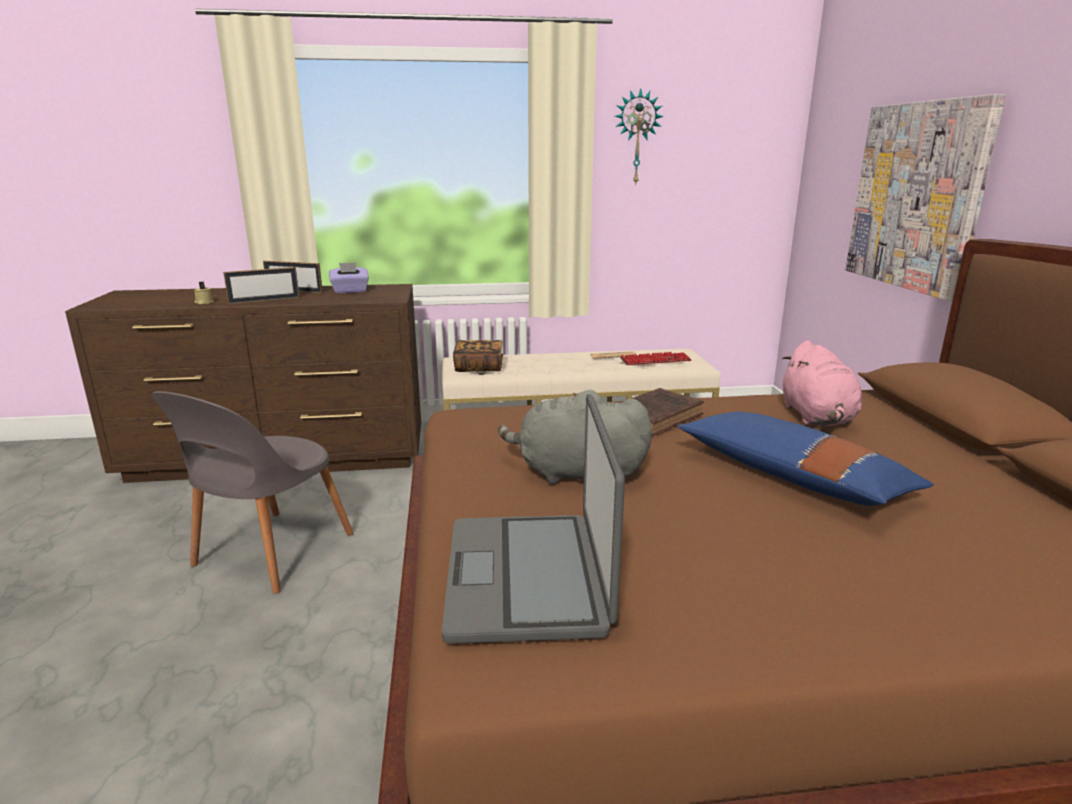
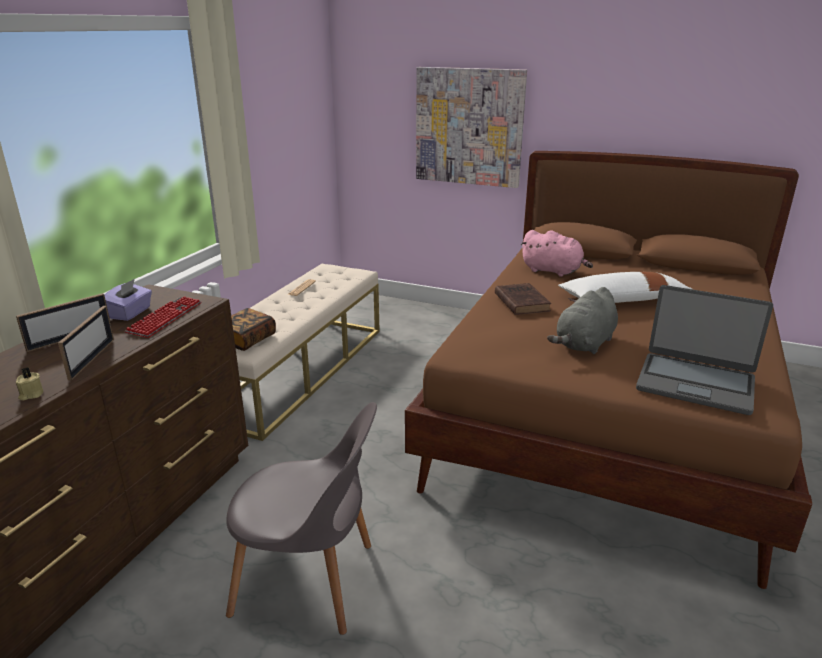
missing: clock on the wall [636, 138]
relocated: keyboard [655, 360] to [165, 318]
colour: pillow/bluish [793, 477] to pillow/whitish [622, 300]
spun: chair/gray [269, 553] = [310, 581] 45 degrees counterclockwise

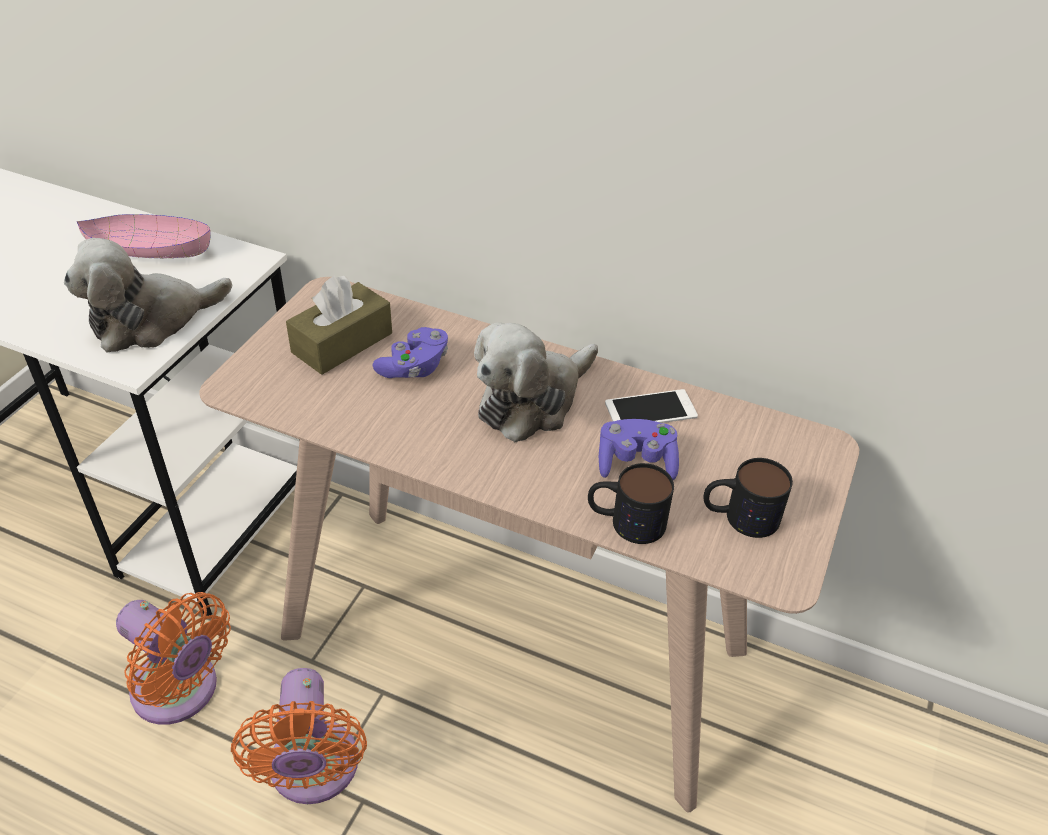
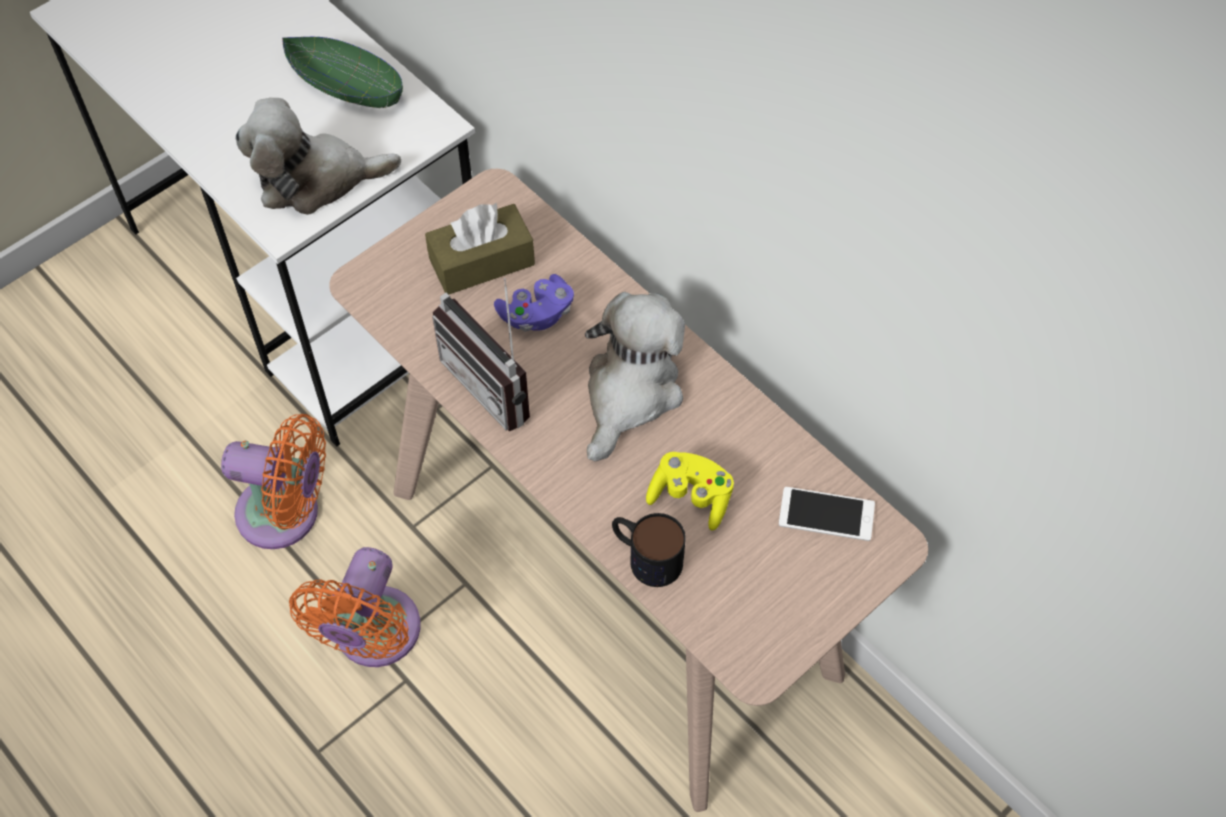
missing: mug [739, 516]
appeared: radio set [497, 383]
relocated: telephone [650, 410] to [826, 514]
colour: deep dish/pinkish [149, 250] to deep dish/green-coloured [345, 84]; game controller/purple-coloured [636, 462] to game controller/yellow-coloured [691, 497]
spun: plush toy [532, 401] = [630, 392] 135 degrees clockwise; cooling fan/orange-coloured [181, 692] = [286, 514] 45 degrees counterclockwise

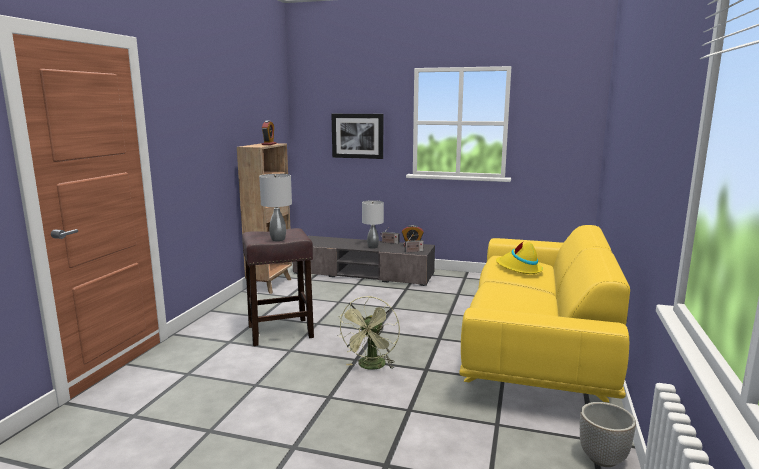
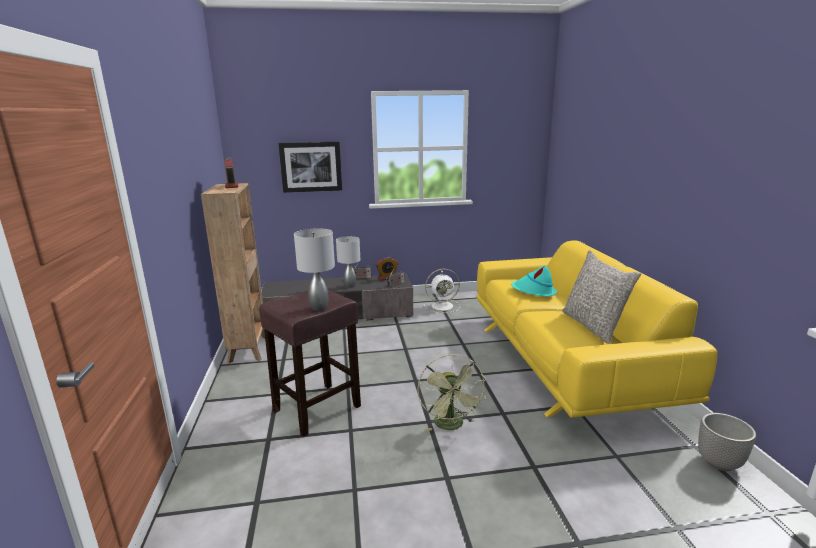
appeared: pillow/gray [593, 326]; cooling fan/whitish [443, 306]
colour: hat/yellow-coloured [518, 269] to hat/turquoise [533, 291]

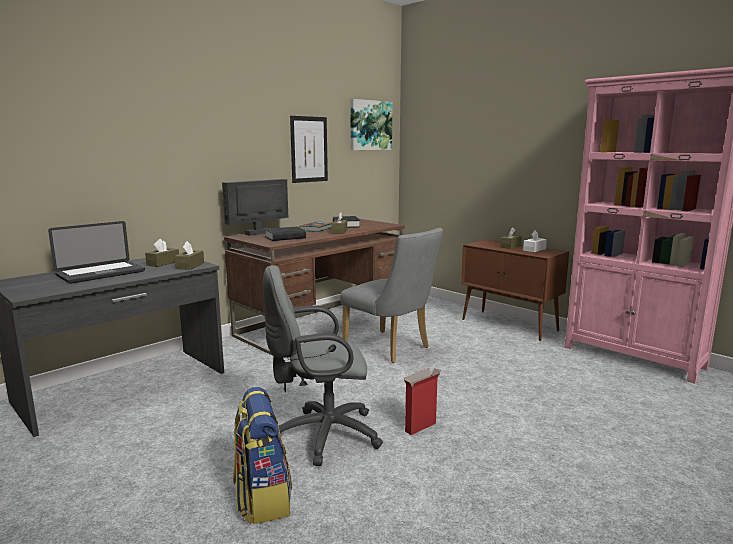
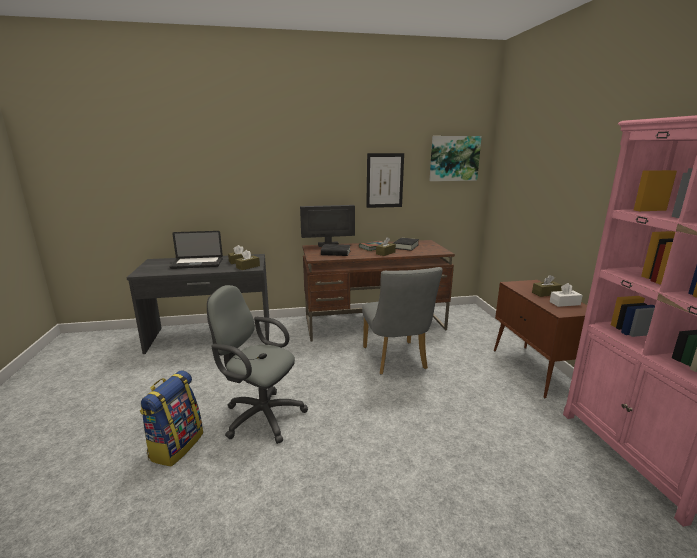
missing: packing box [421, 427]

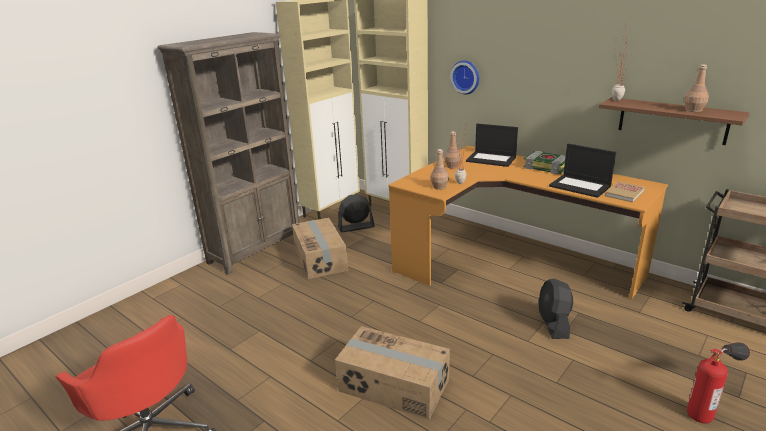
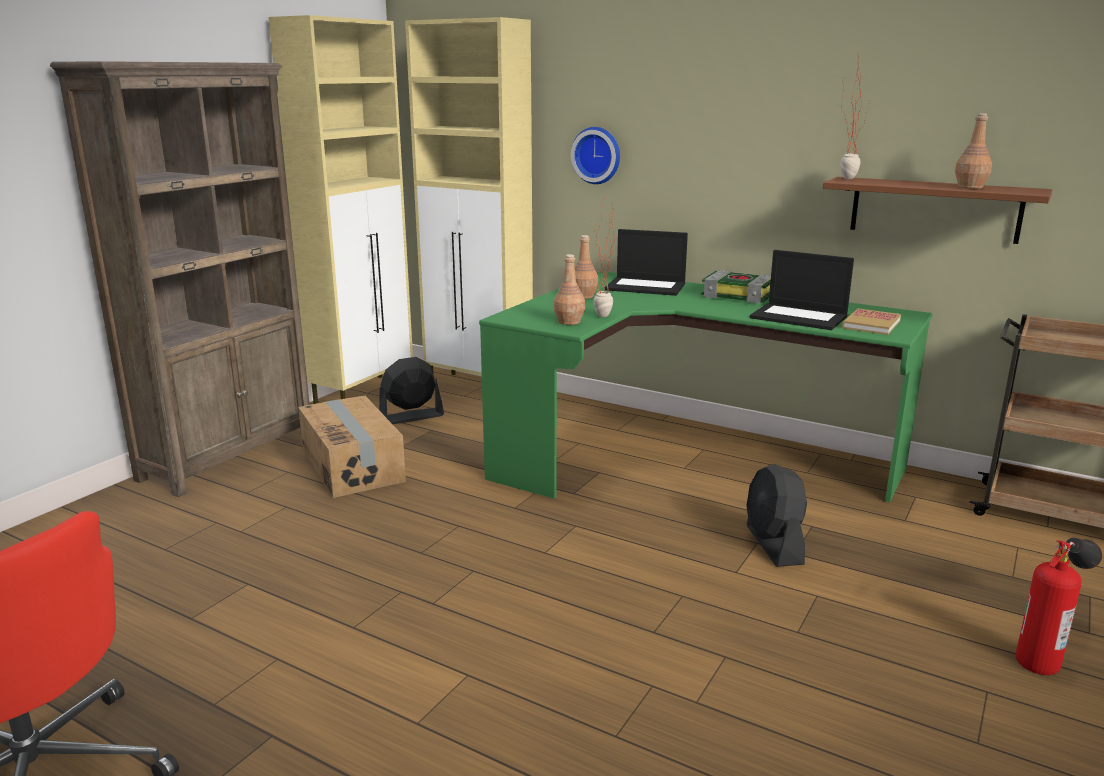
missing: packing box [393, 386]
colour: desk unit/orange-coloured [510, 260] to desk unit/green-coloured [684, 456]

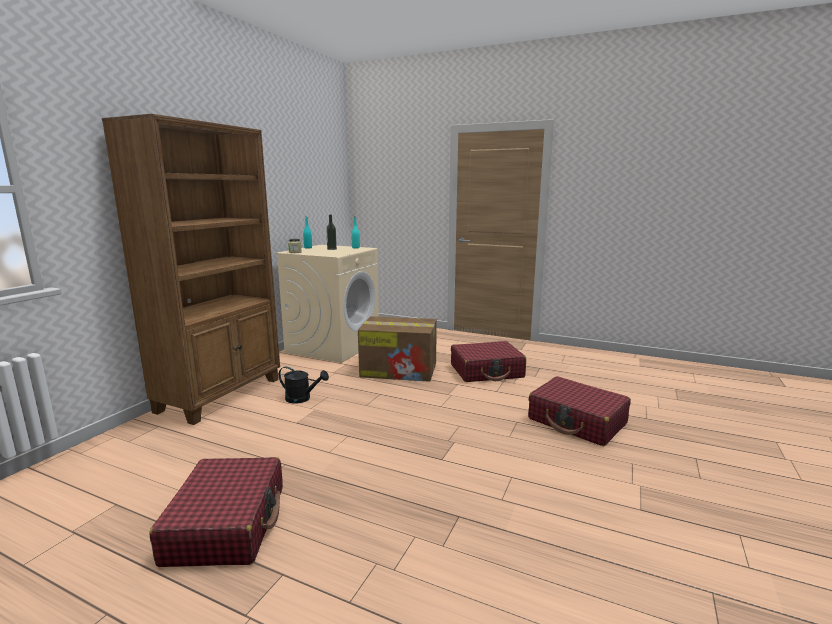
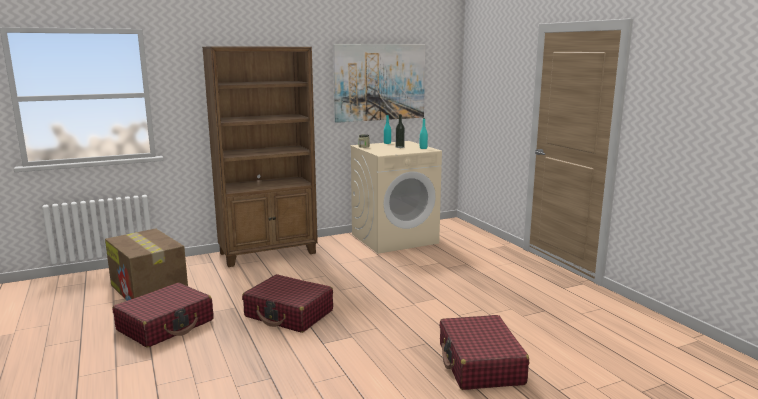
missing: sprinkling can/black [302, 399]
appeared: picture [380, 82]
relocated: packing box [400, 370] to [149, 290]; suitcase/red-coloured [487, 371] to [289, 314]

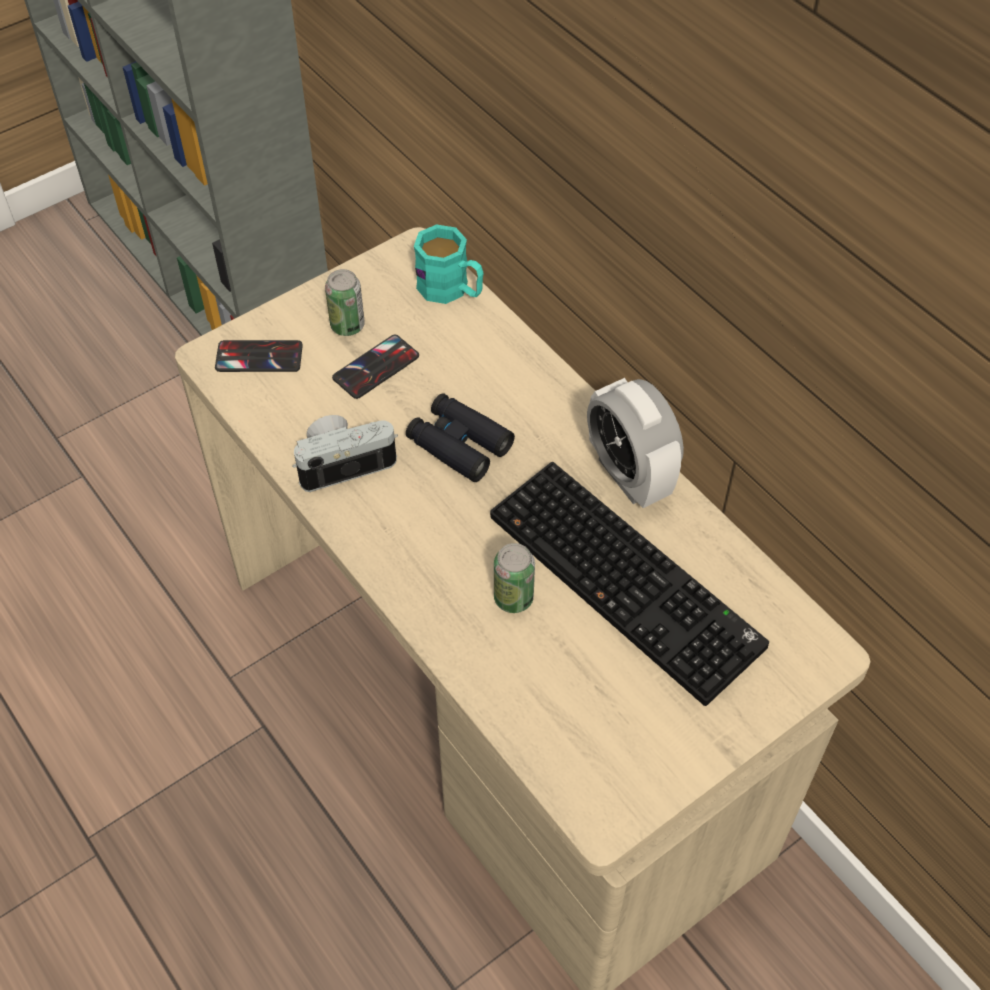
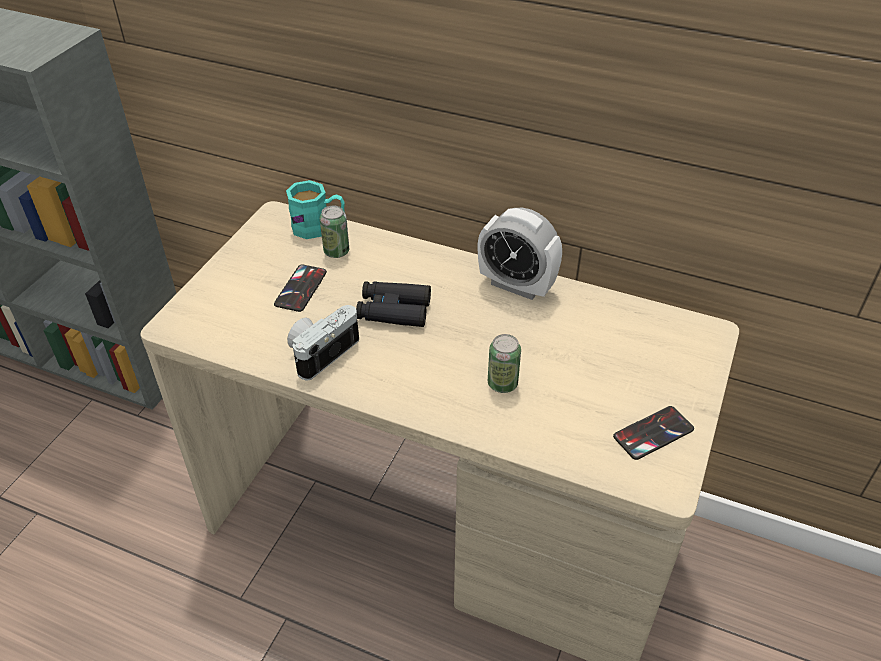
missing: keyboard [630, 580]
relocated: sealed can [347, 326] to [336, 251]; telephone [259, 357] to [653, 433]

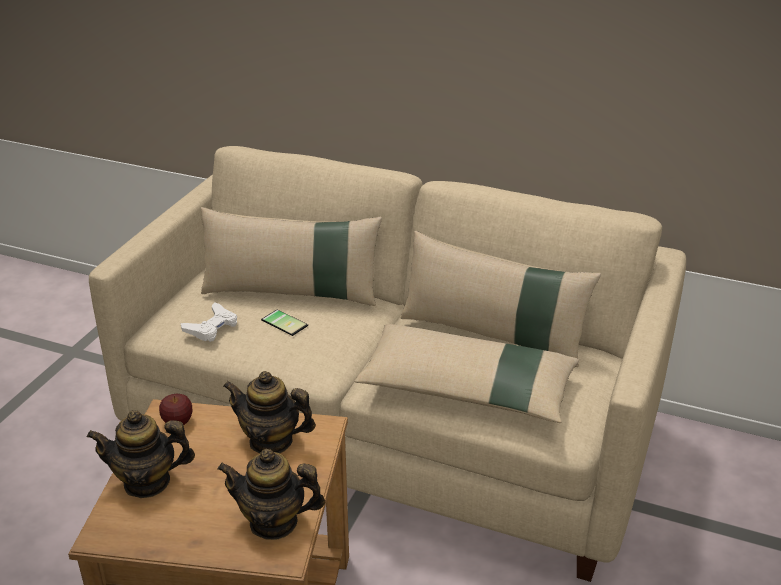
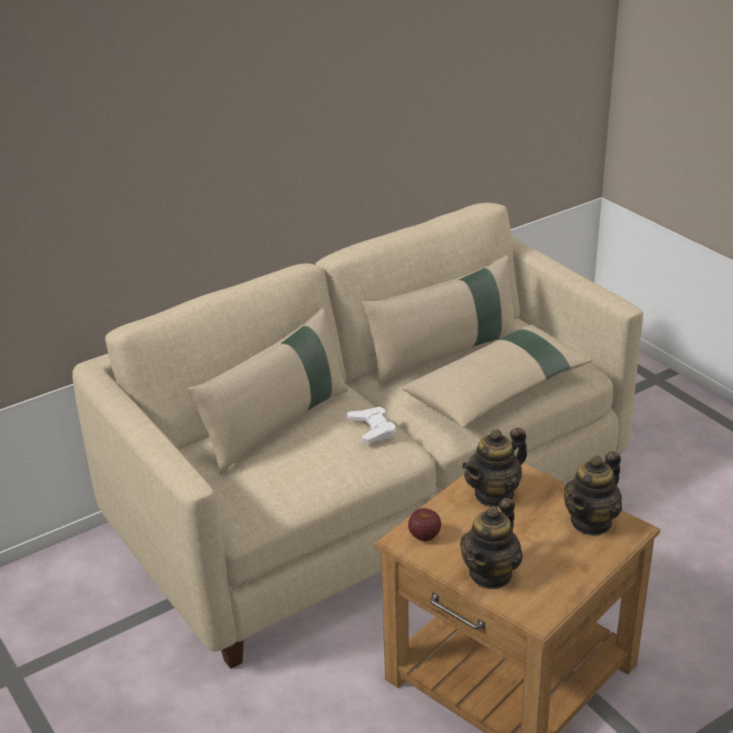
missing: telephone [286, 321]
relocated: game controller/whitish [212, 327] to [372, 429]

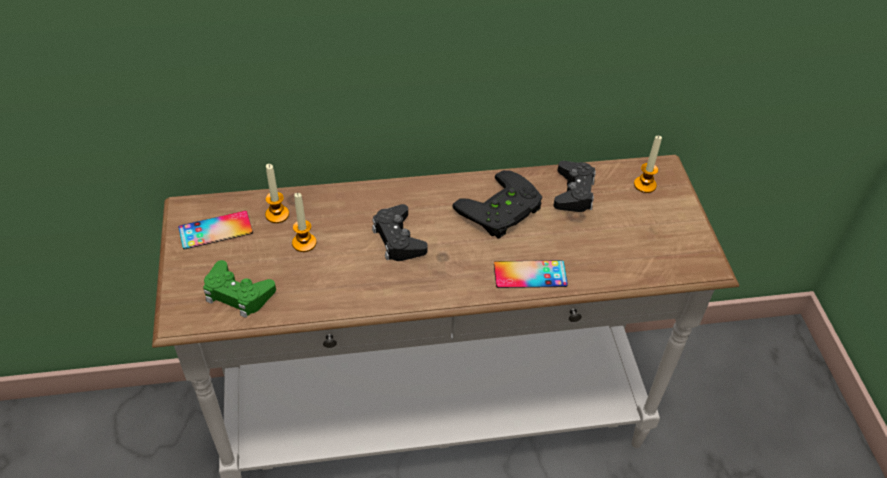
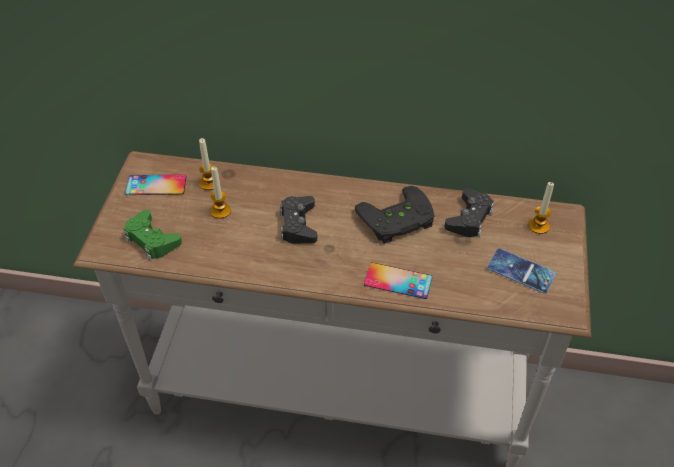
appeared: telephone [521, 271]

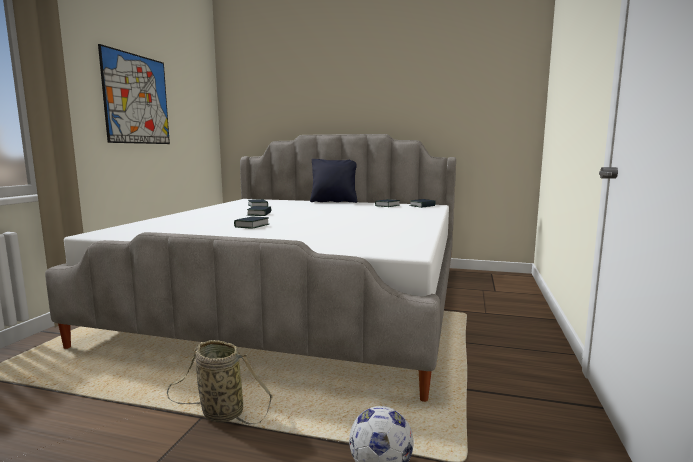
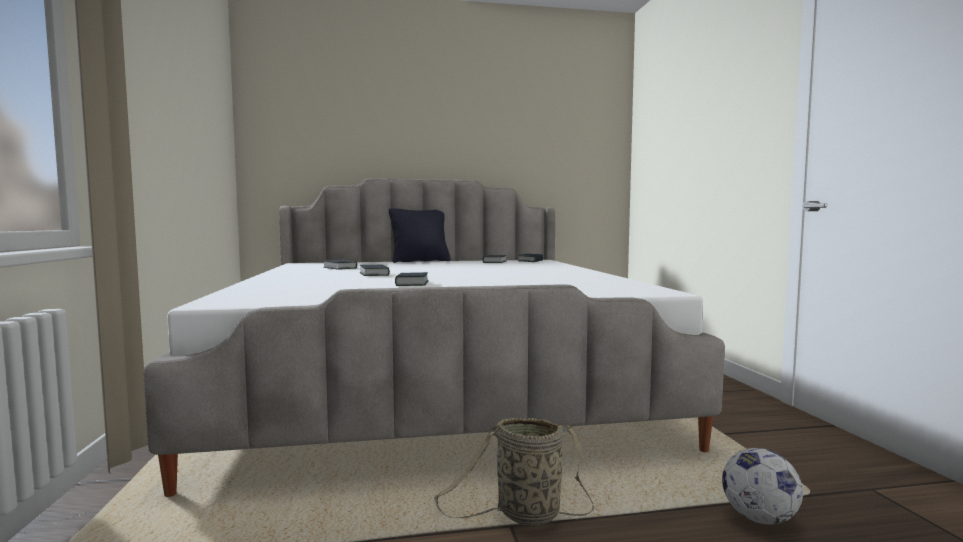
missing: picture [137, 99]

